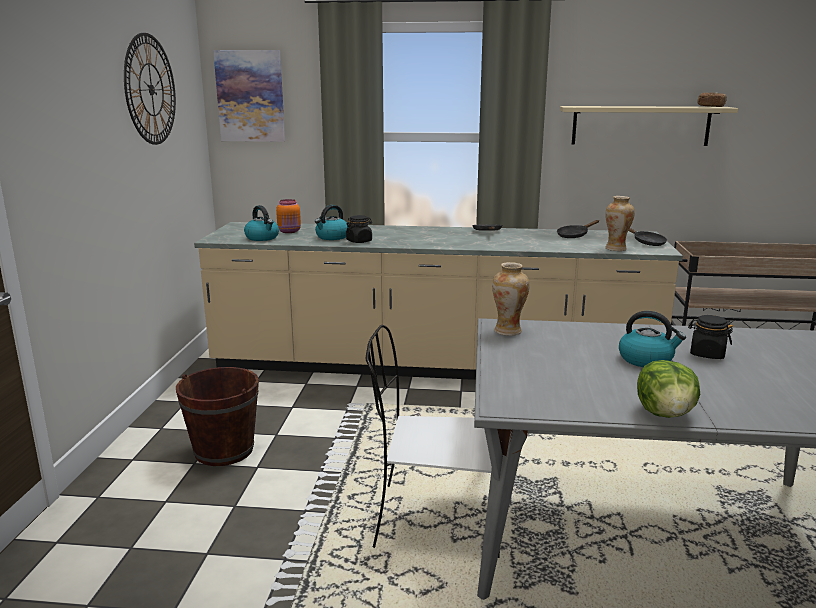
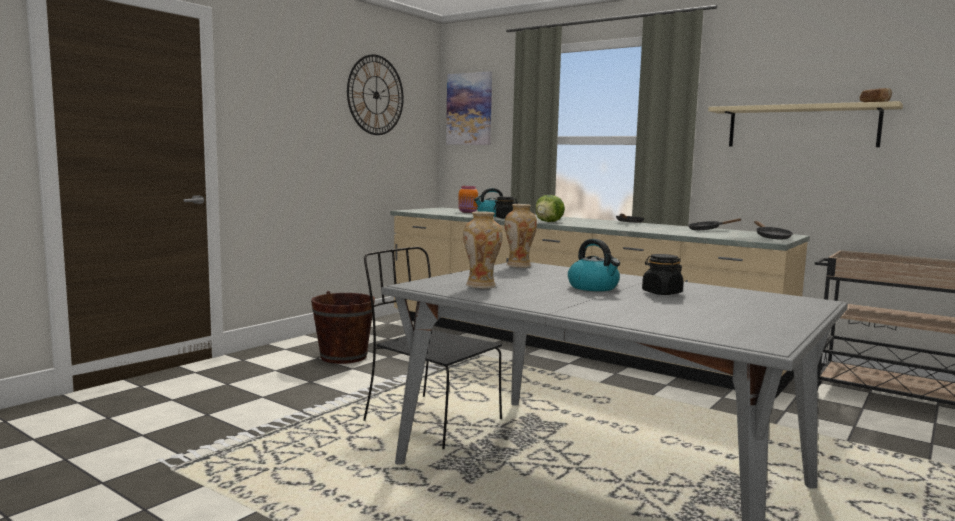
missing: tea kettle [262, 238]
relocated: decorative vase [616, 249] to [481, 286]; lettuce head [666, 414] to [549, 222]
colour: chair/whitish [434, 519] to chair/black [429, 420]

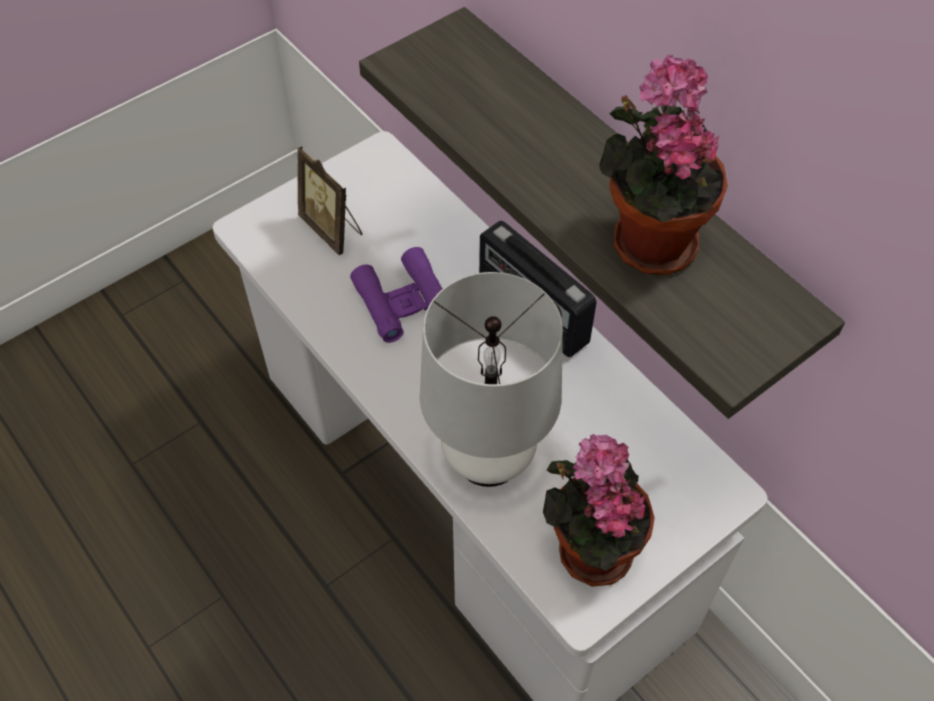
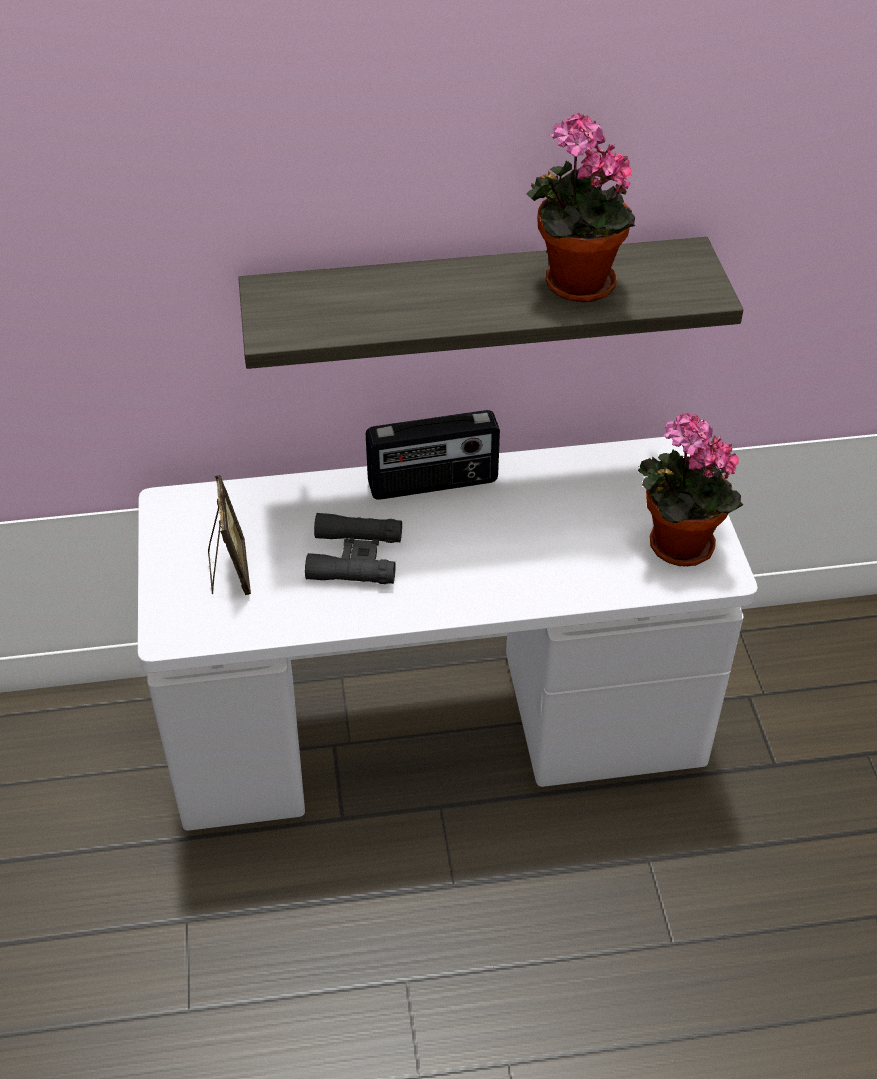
missing: lamp for a table/whitish [488, 457]
colour: binoculars/purple-coloured [403, 302] to binoculars/black [355, 557]
spun: picture frame [333, 229] = [229, 572] 90 degrees counterclockwise

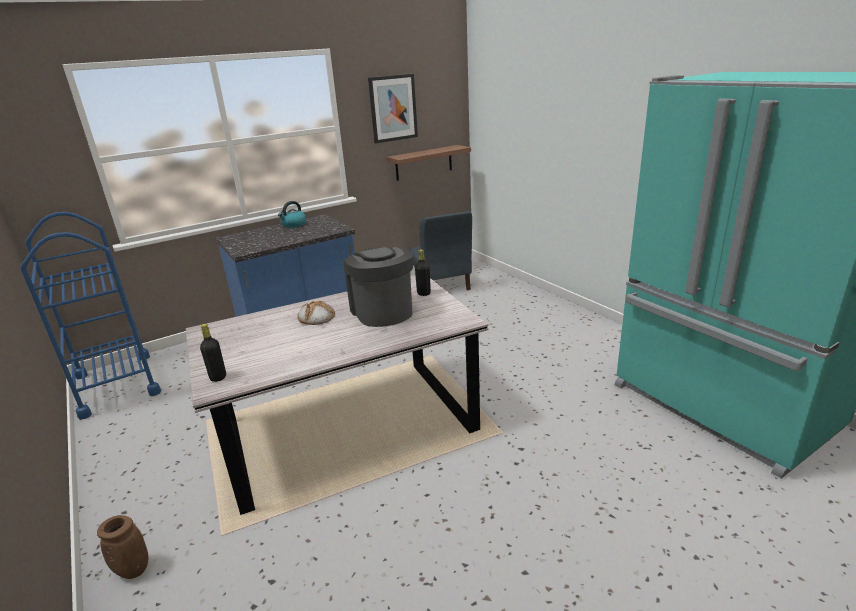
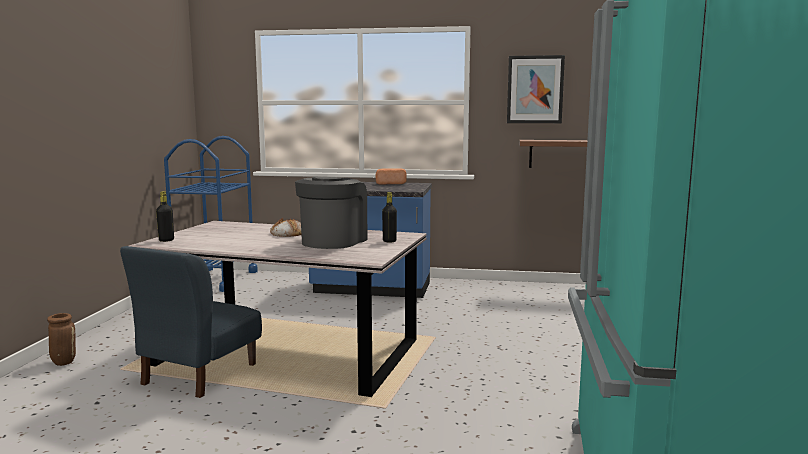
relocated: chair/bluish [442, 285] to [199, 374]
exchanged: tea kettle [294, 225] to bakery bread [390, 183]

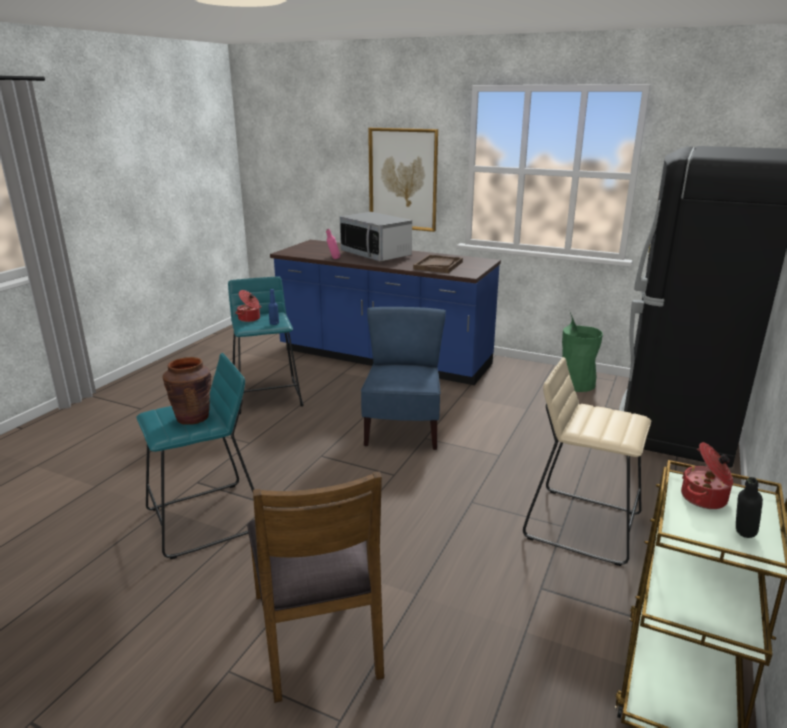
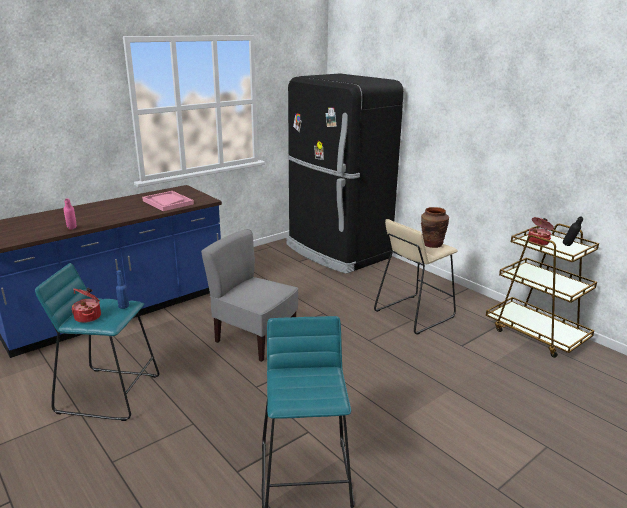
missing: picture [403, 179]; kitchen microwave [376, 255]; trash can/green-coloured [576, 384]; chair/brown [319, 633]
relocated: decorative vase/brown [192, 418] to [432, 244]
colour: tray/brown [438, 265] to tray/pinkish [167, 202]; chair/bluish [403, 430] to chair/gray [255, 338]

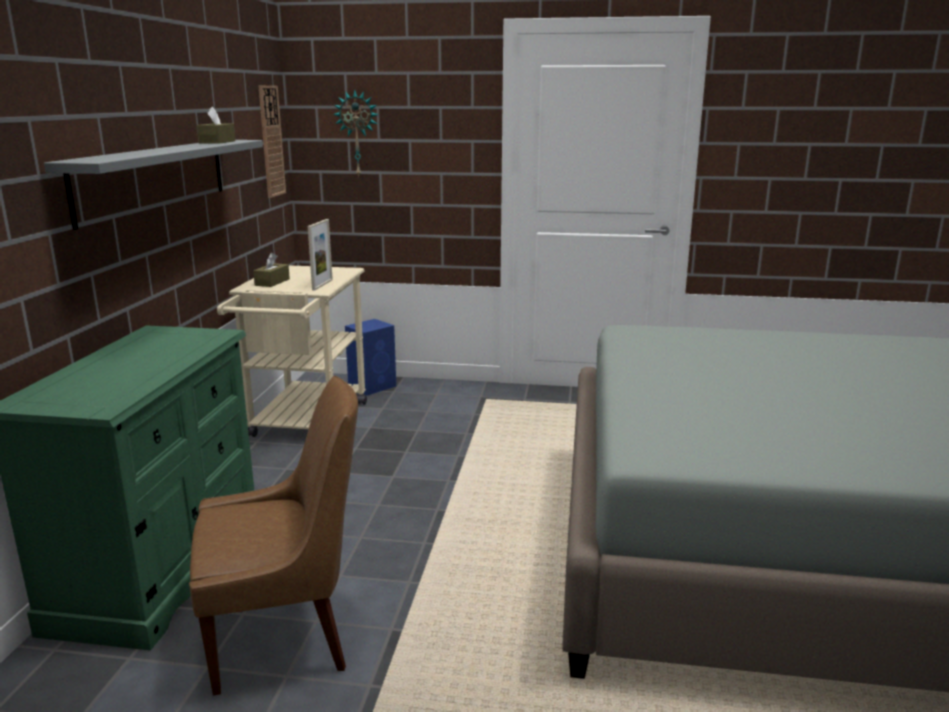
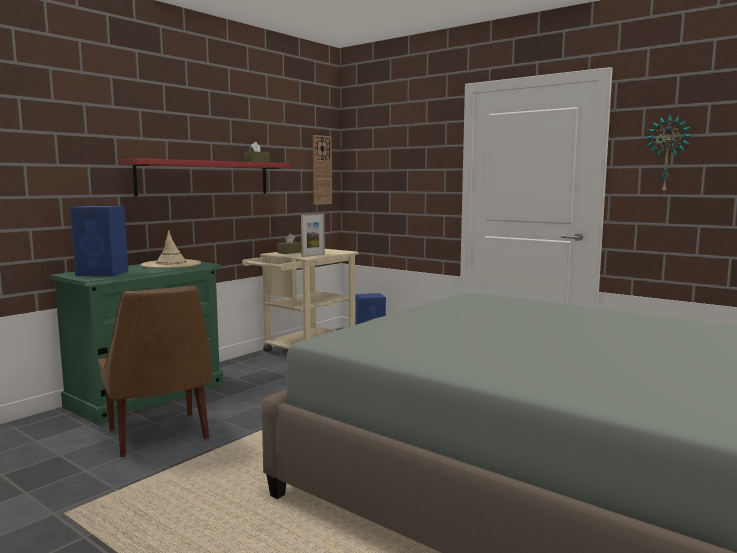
appeared: audio speaker/bluish [103, 273]; hat/beige [171, 264]
relocated: clock on the wall [357, 134] to [667, 154]
colour: wall shelf/gray [155, 178] to wall shelf/red-coloured [205, 178]
spun: chair/brown [286, 635] = [159, 436] 45 degrees clockwise

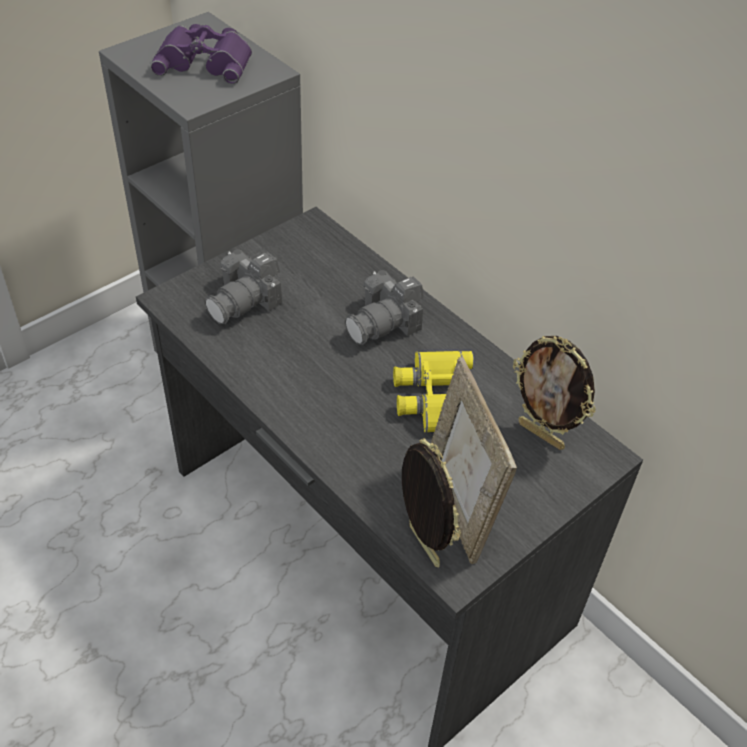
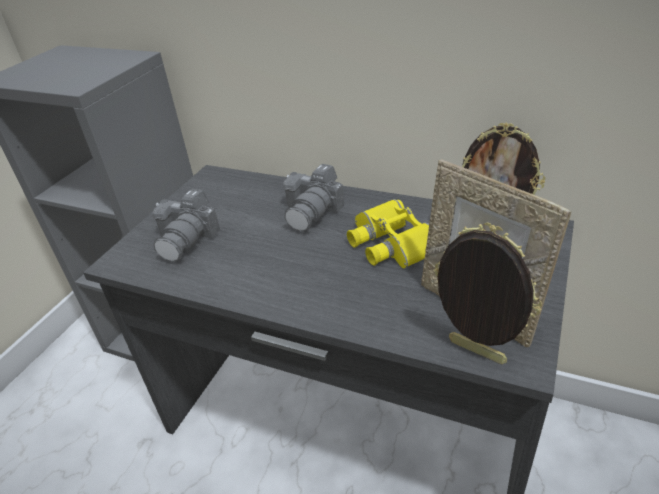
missing: binoculars/purple-coloured [206, 61]

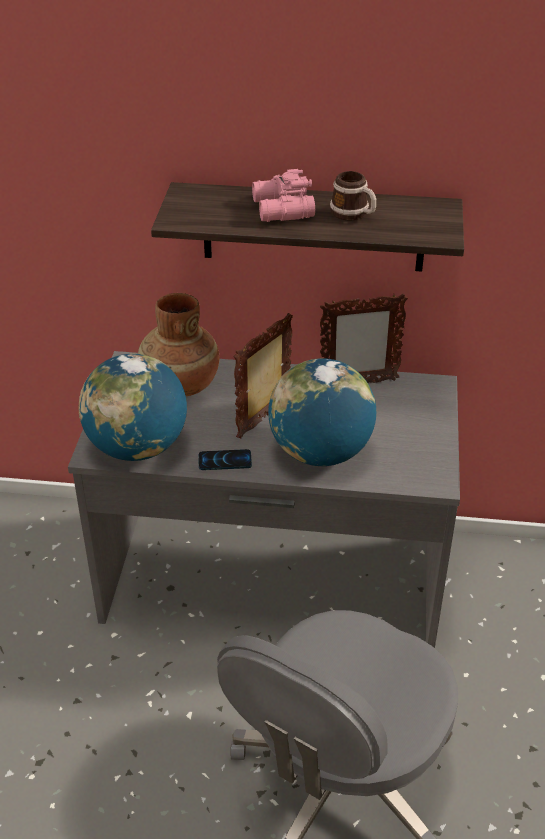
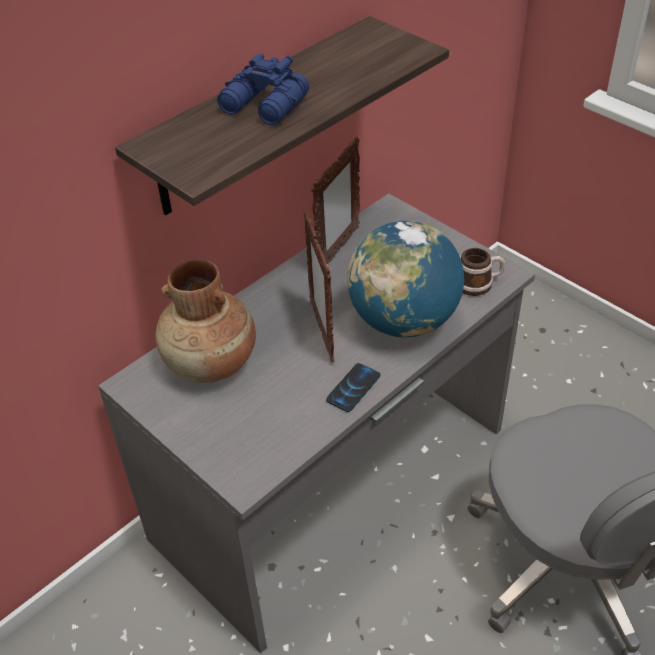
missing: desk globe [137, 447]
relocated: mug [353, 214] to [478, 283]
colour: binoculars/pinkish [281, 210] to binoculars/bluish [265, 106]

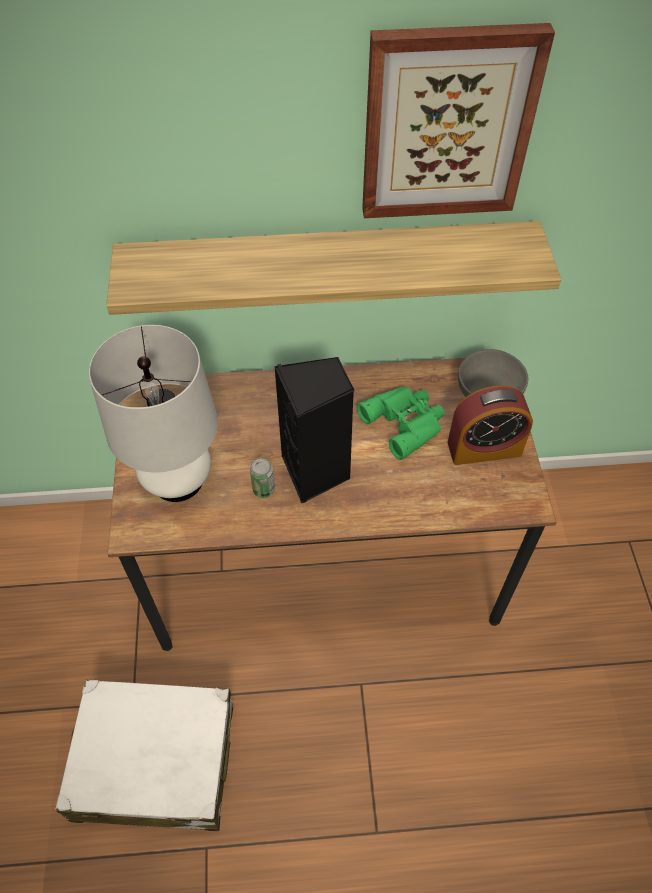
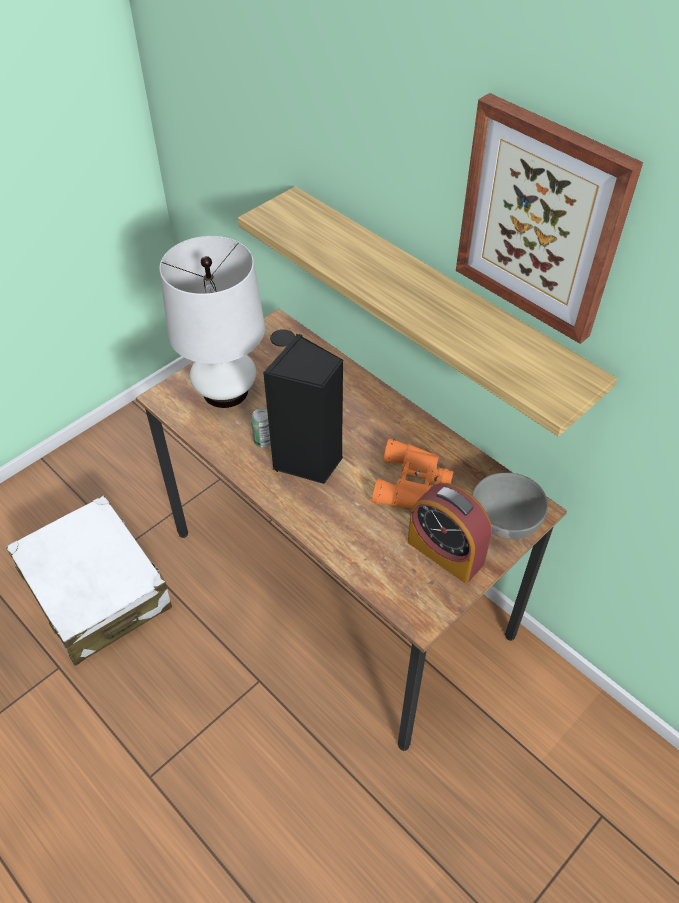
colour: binoculars/green-coloured [405, 422] to binoculars/orange-coloured [414, 484]

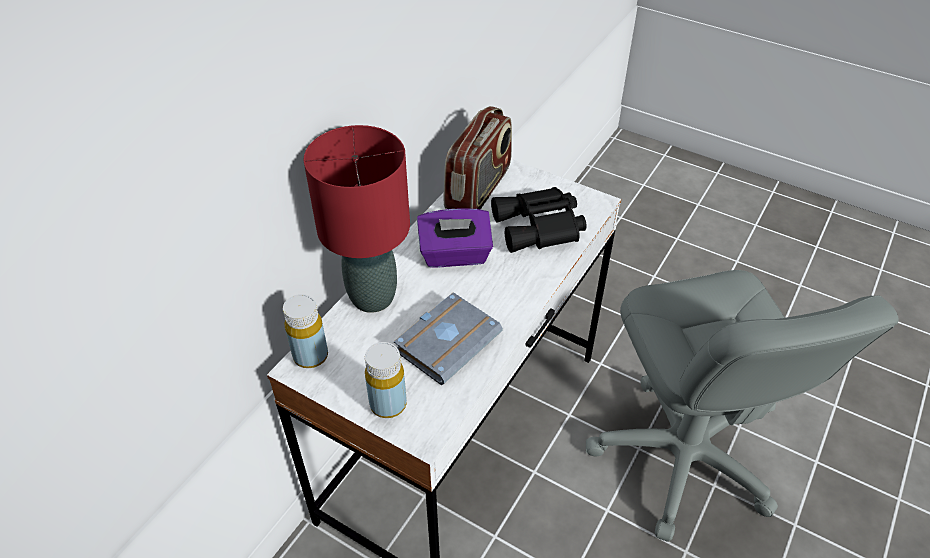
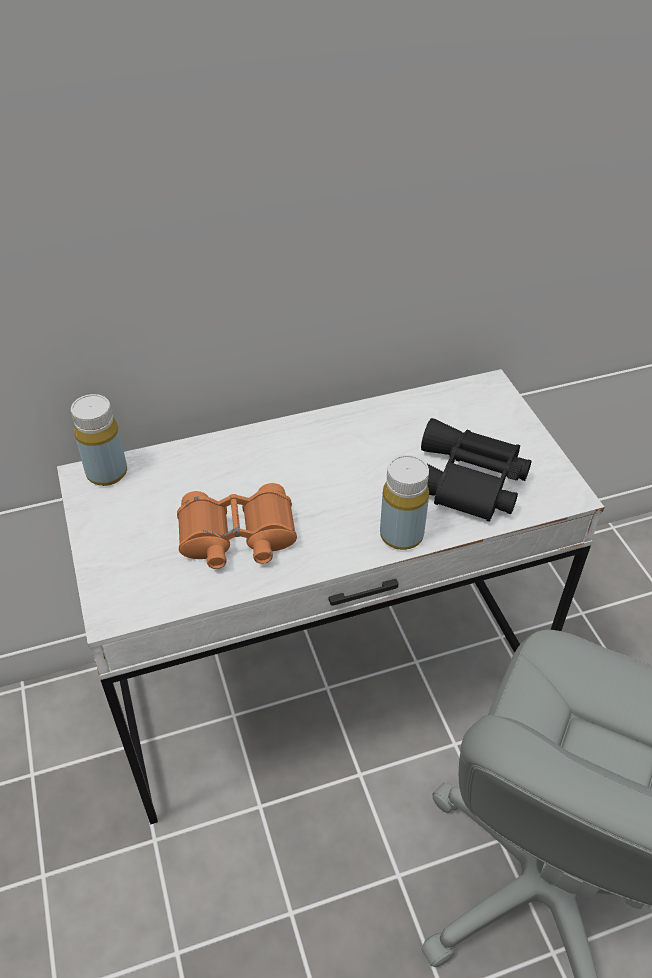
missing: radio set [479, 189]; lamp for a table/red-coloured [373, 297]; box of tissues/purple-coloured [455, 255]
relocated: beverage bottle/yellow-coloured [388, 404] to [401, 535]
exchanged: bound book/gray [447, 340] to binoculars/orange-coloured [237, 538]

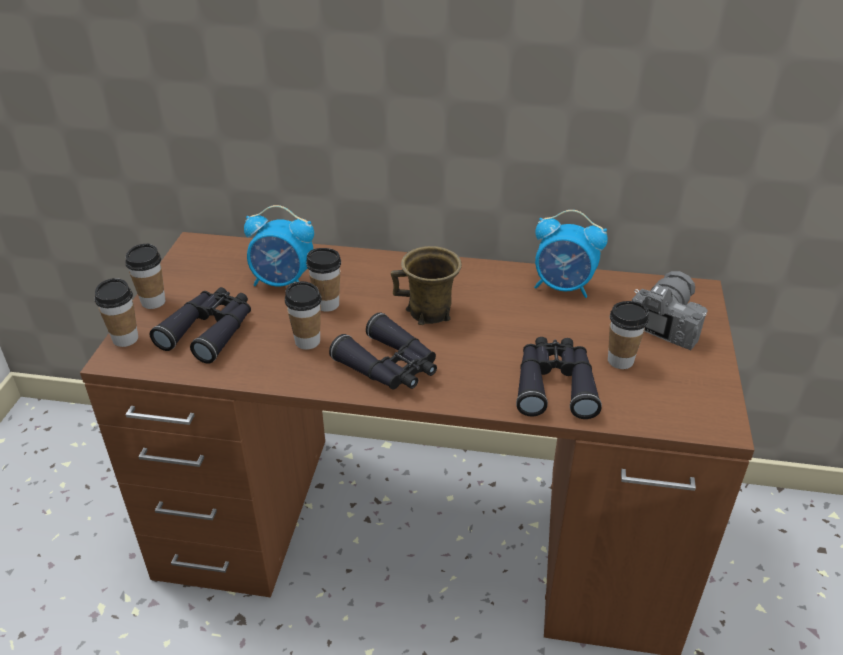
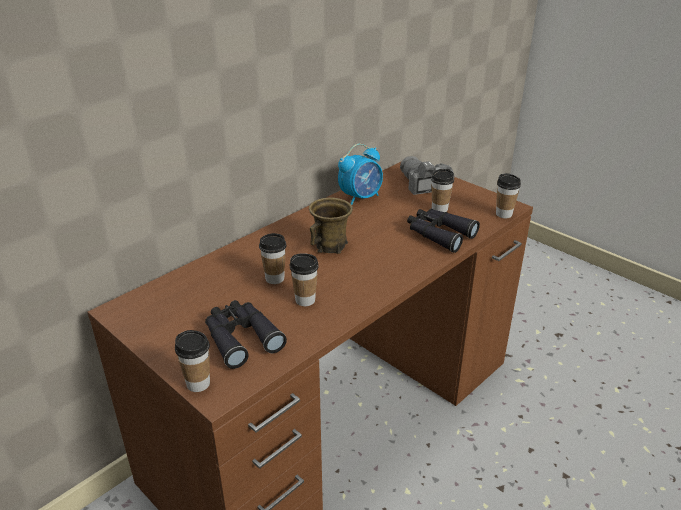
missing: alarm clock [283, 282]; binoculars/black [389, 367]
relocated: small cup [153, 302] to [504, 214]

